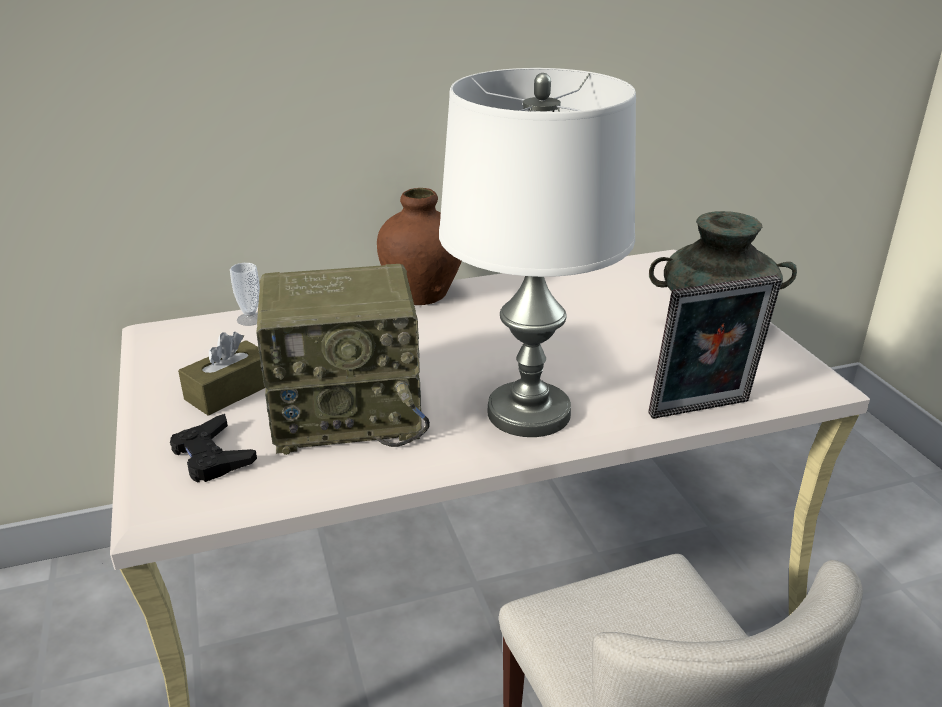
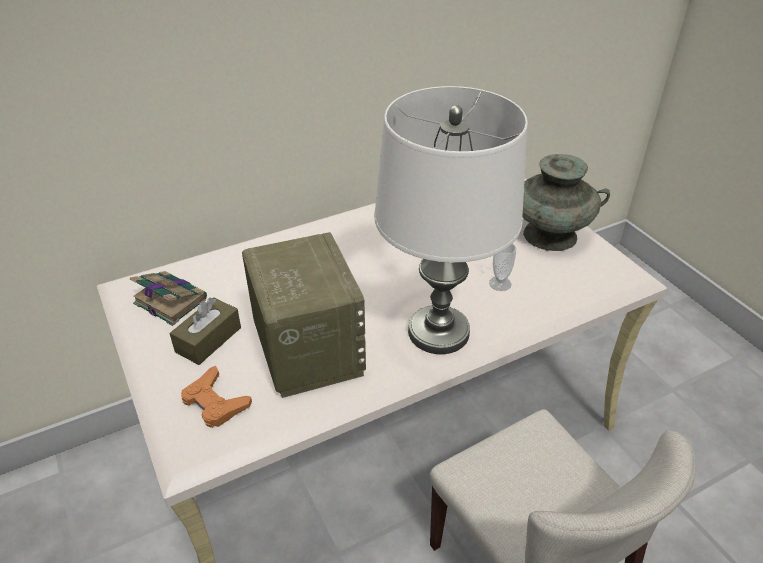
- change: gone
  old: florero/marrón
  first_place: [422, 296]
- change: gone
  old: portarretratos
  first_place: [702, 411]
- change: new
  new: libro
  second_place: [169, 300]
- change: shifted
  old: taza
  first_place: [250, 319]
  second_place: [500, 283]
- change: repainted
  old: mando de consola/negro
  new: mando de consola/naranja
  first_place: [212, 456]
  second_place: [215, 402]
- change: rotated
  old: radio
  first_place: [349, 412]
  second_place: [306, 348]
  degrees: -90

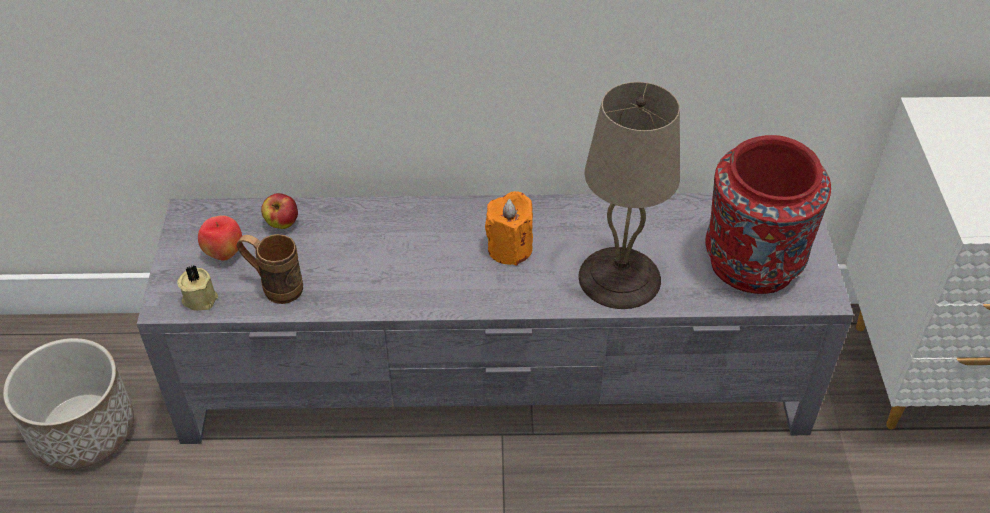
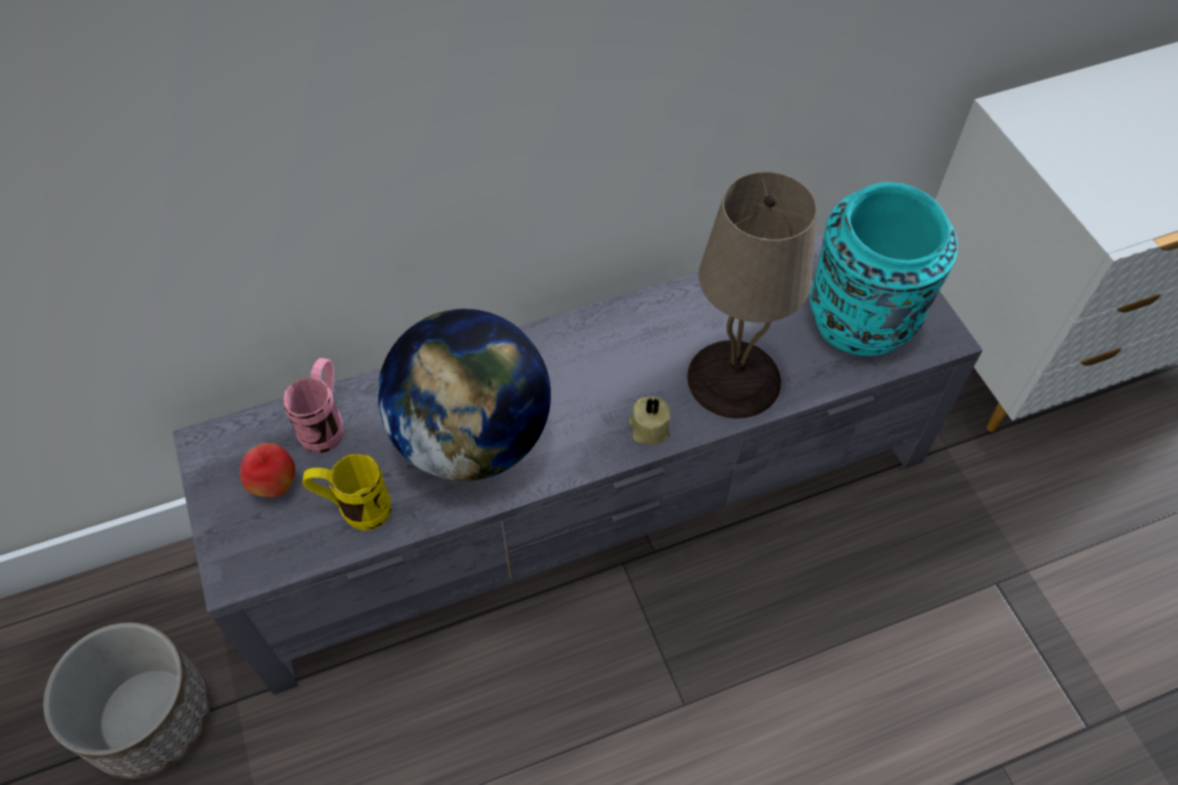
- change: gone
  old: vela/naranja
  first_place: [510, 248]
- change: new
  new: globo terráqueo
  second_place: [472, 438]
- change: shifted
  old: vela/beis
  first_place: [200, 298]
  second_place: [648, 428]
- change: swapped
  old: manzana
  new: taza grande/rosa
  first_place: [282, 223]
  second_place: [327, 424]
- change: repainted
  old: taza grande/marrón
  new: taza grande/amarillo
  first_place: [274, 286]
  second_place: [355, 509]
- change: repainted
  old: florero/rojo
  new: florero/turquesa
  first_place: [752, 265]
  second_place: [861, 322]

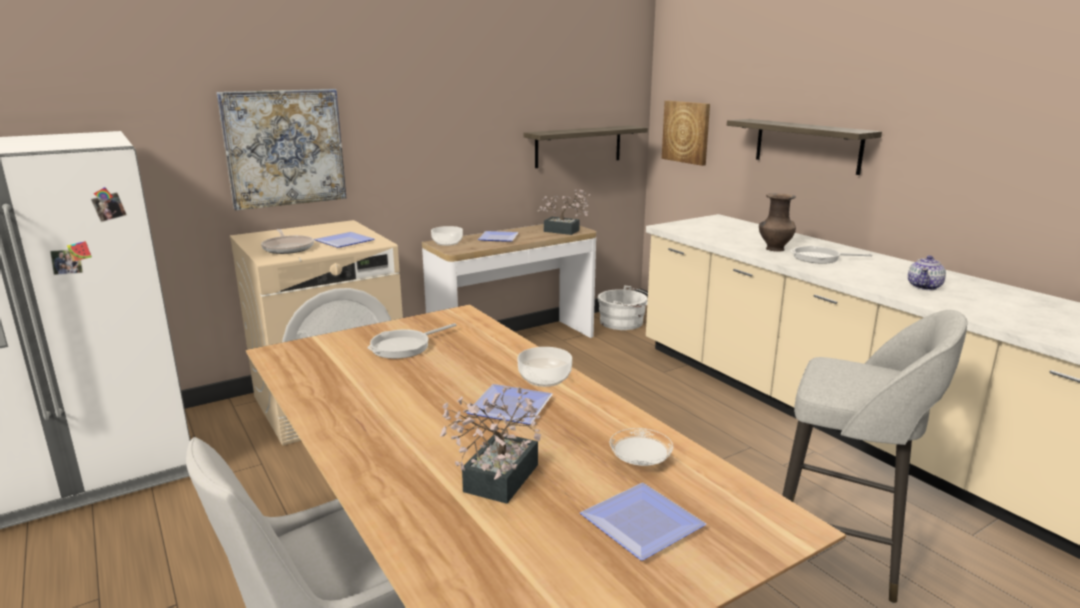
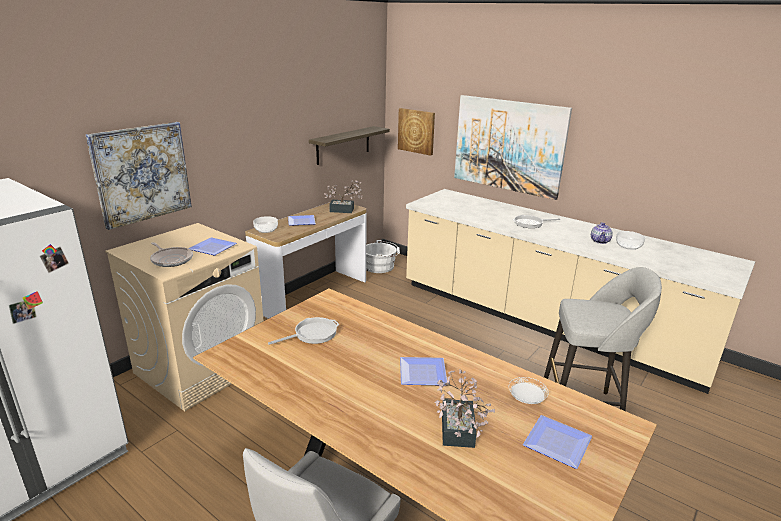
- change: gone
  old: florero/marrón
  first_place: [774, 249]
- change: shifted
  old: cuenco
  first_place: [545, 378]
  second_place: [628, 246]
- change: swapped
  old: estante
  new: cuadro
  first_place: [807, 145]
  second_place: [508, 145]
- change: rotated
  old: sartén
  first_place: [404, 346]
  second_place: [312, 334]
  degrees: -150

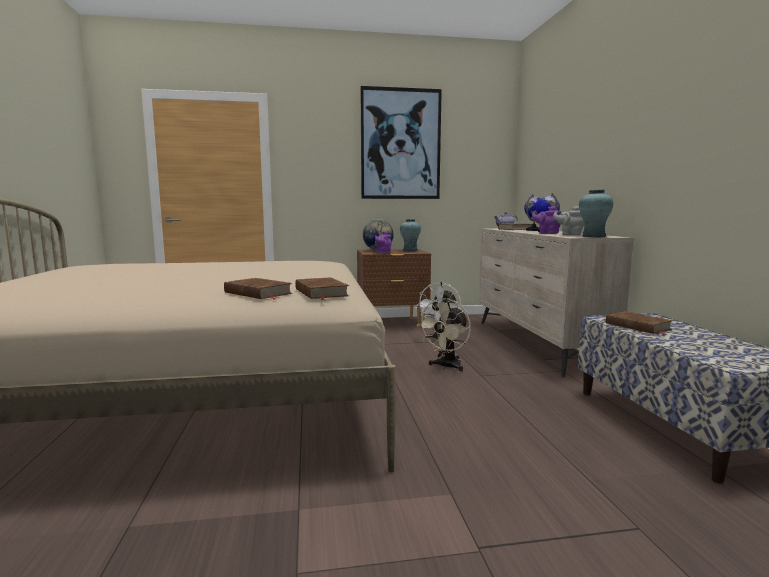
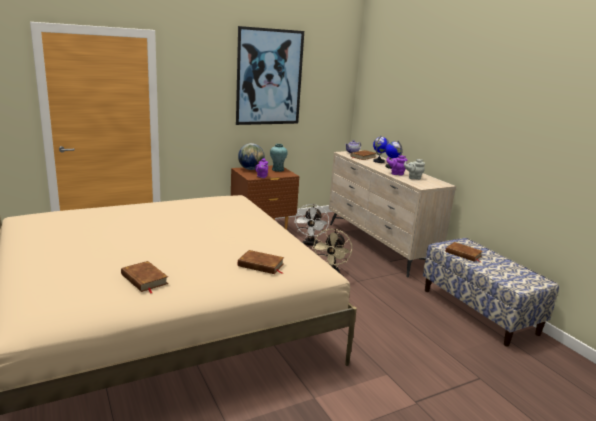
- change: gone
  old: florero/turquesa
  first_place: [593, 236]
- change: shifted
  old: libro/marrón
  first_place: [321, 293]
  second_place: [144, 279]

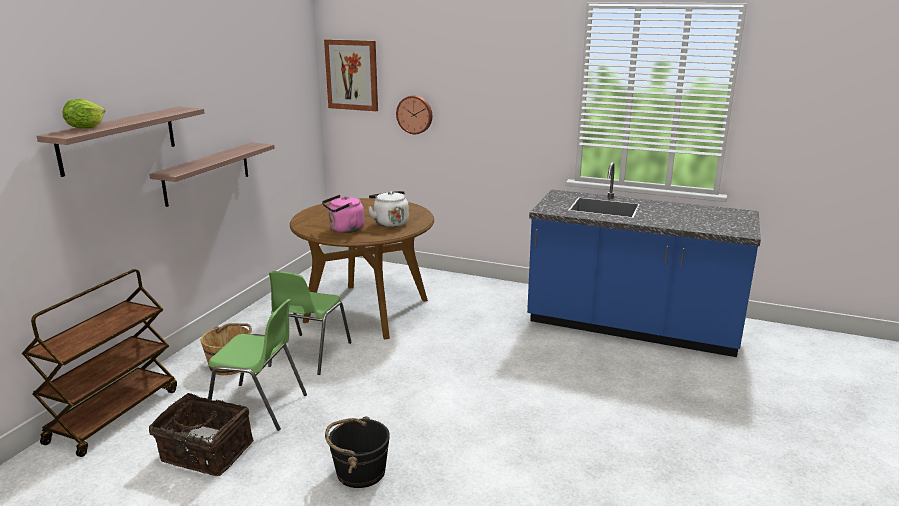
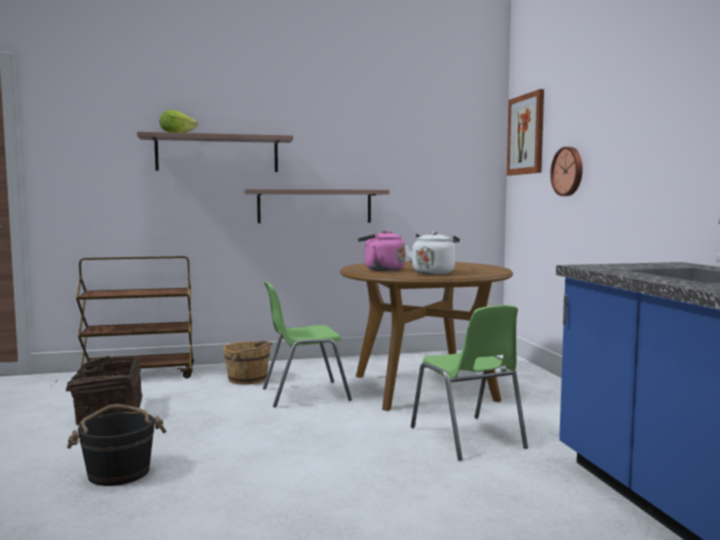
- change: shifted
  old: silla/verde
  first_place: [259, 407]
  second_place: [468, 438]

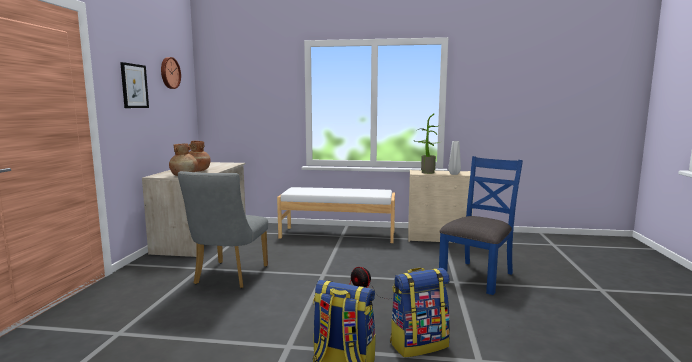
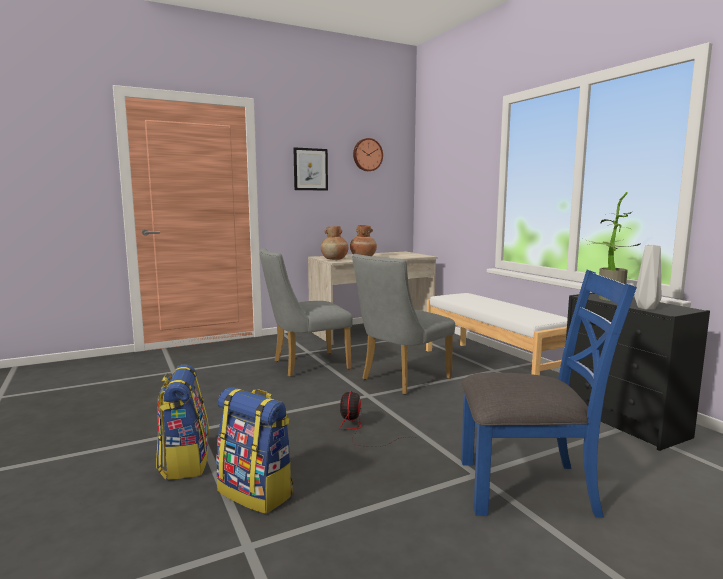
- change: new
  new: silla/gris
  second_place: [401, 380]
- change: repainted
  old: cómoda/beis
  new: cómoda/negro
  first_place: [439, 238]
  second_place: [624, 422]

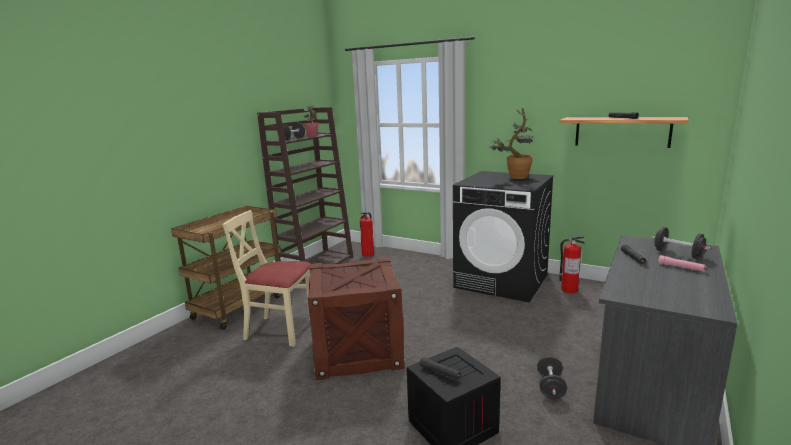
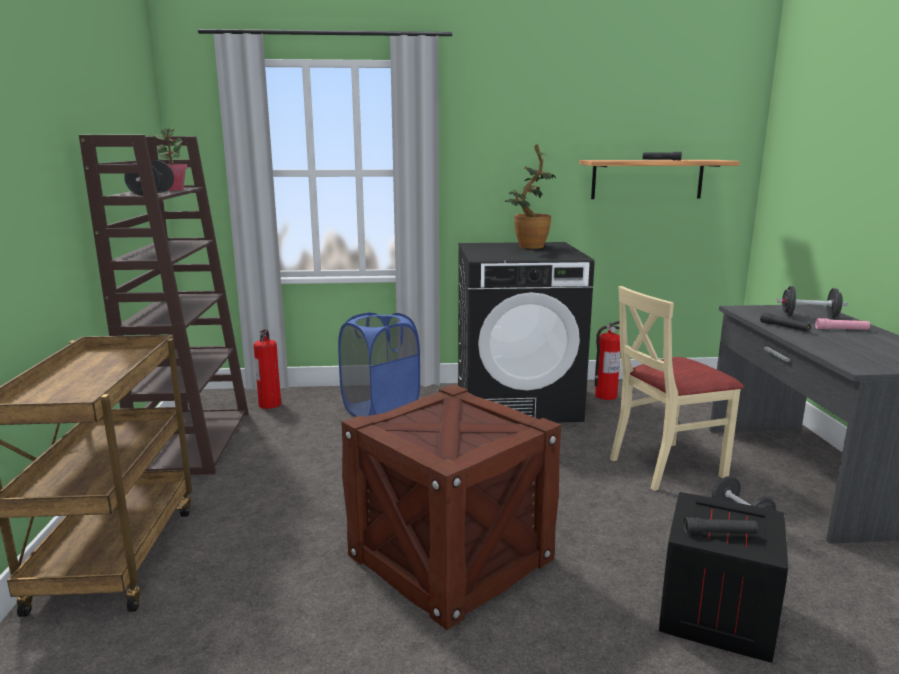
- change: new
  new: cesto de la ropa/azul
  second_place: [380, 410]
- change: shifted
  old: silla/beis
  first_place: [280, 330]
  second_place: [665, 466]

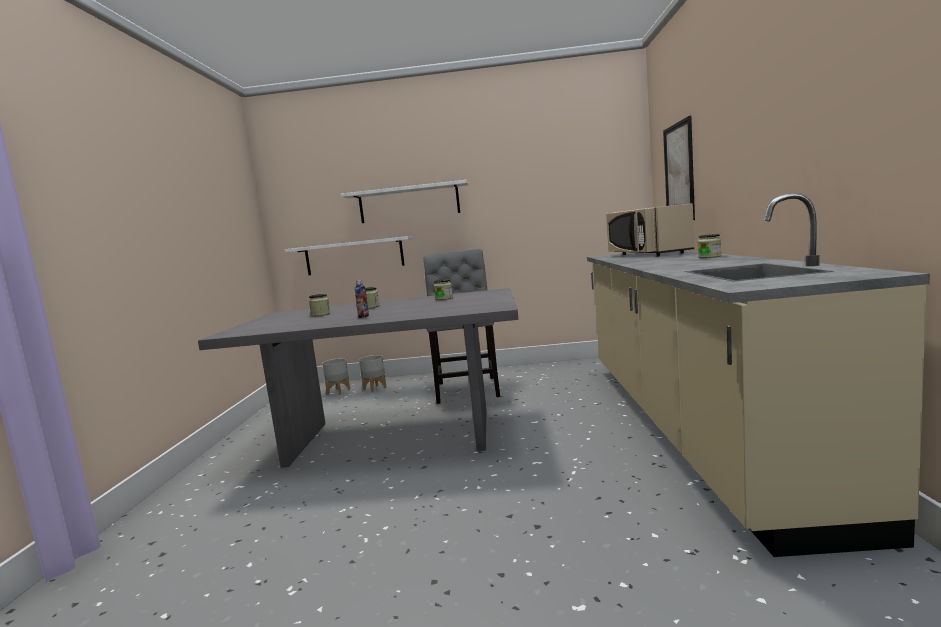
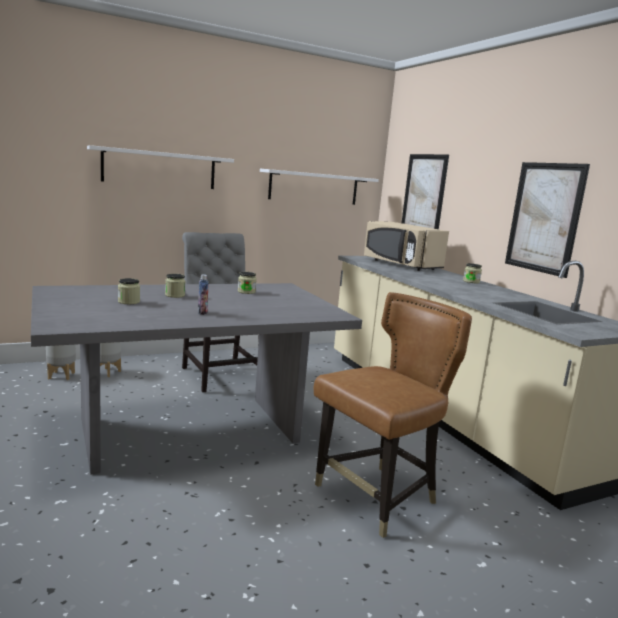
- change: new
  new: silla/marrón
  second_place: [377, 497]
- change: new
  new: cuadro
  second_place: [544, 217]
- change: shifted
  old: estante/blanco
  first_place: [354, 256]
  second_place: [314, 187]

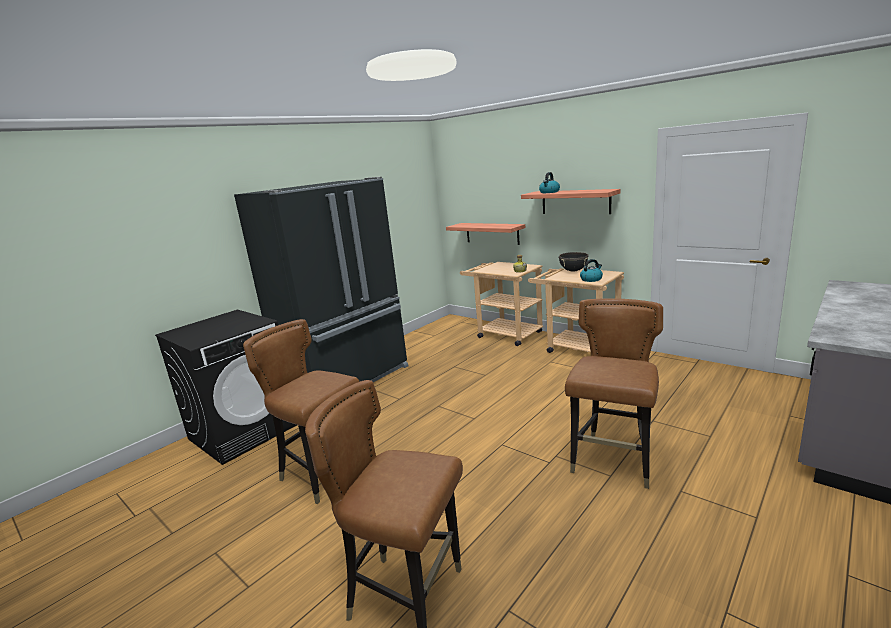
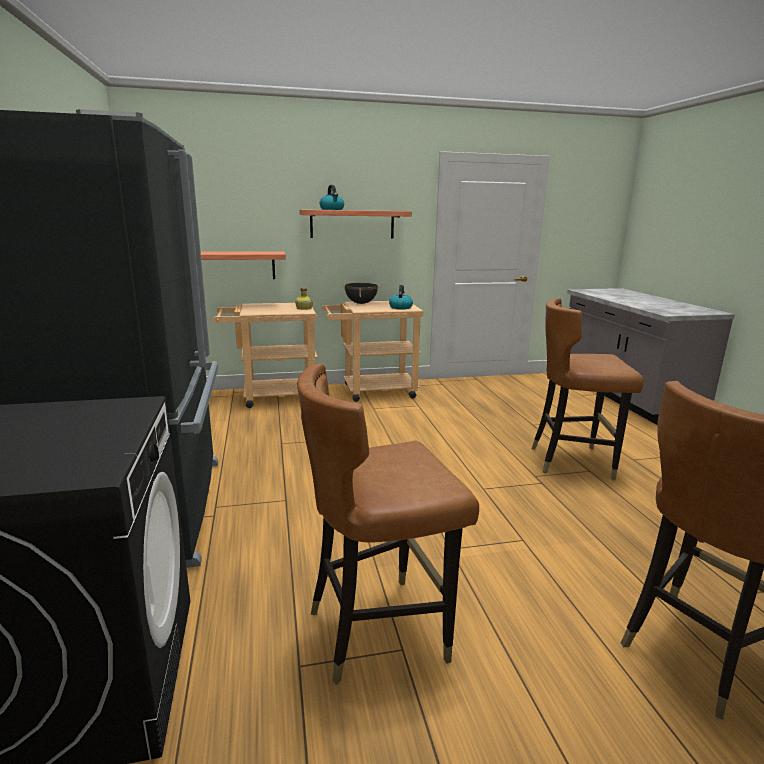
- change: rotated
  old: silla/marrón
  first_place: [613, 462]
  second_place: [572, 461]
  degrees: -60

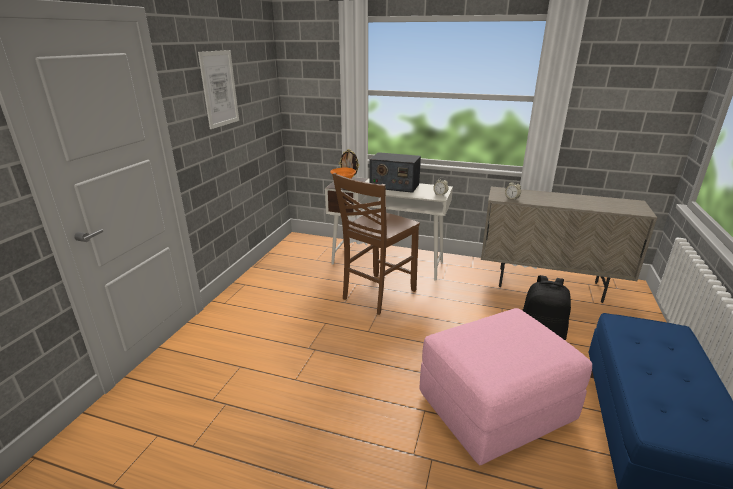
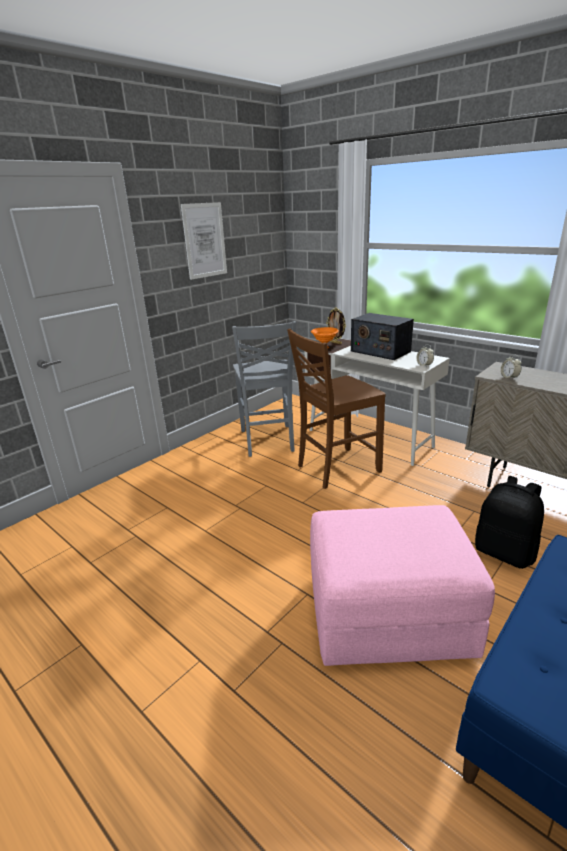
- change: new
  new: silla/gris
  second_place: [267, 441]

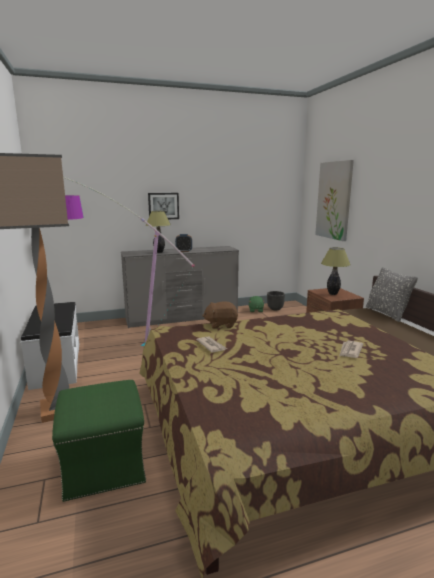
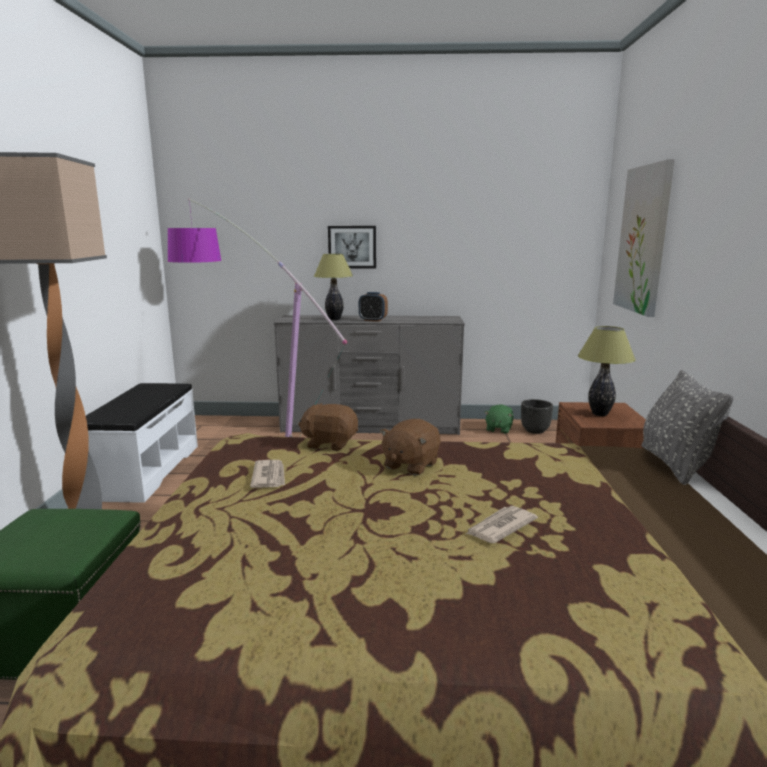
- change: new
  new: peluche/marrón
  second_place: [410, 465]

